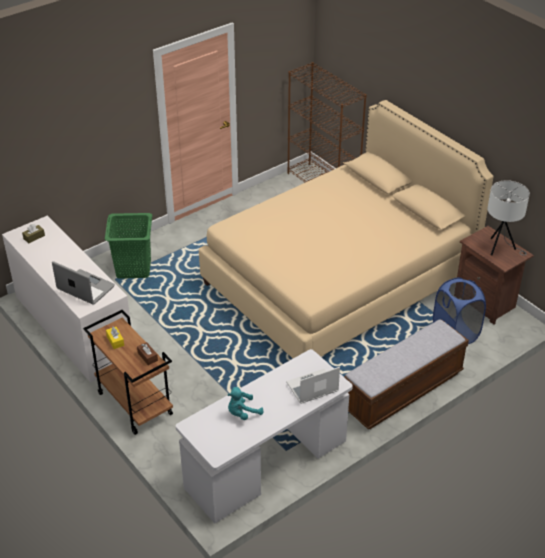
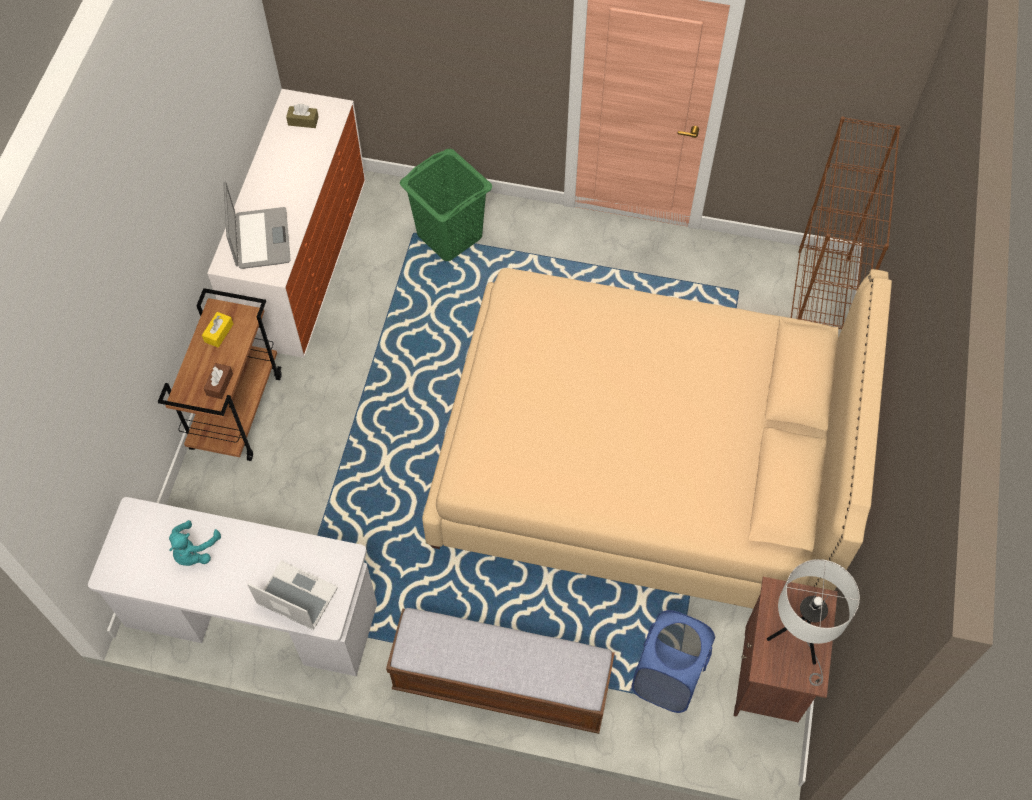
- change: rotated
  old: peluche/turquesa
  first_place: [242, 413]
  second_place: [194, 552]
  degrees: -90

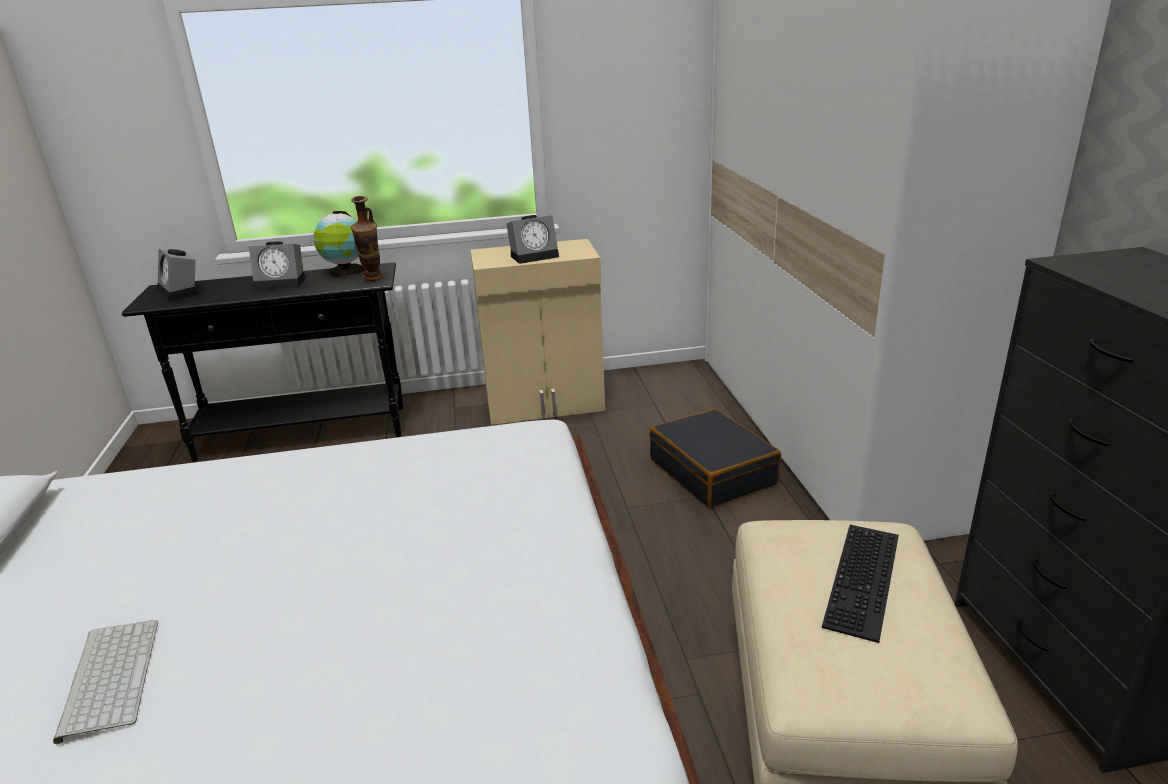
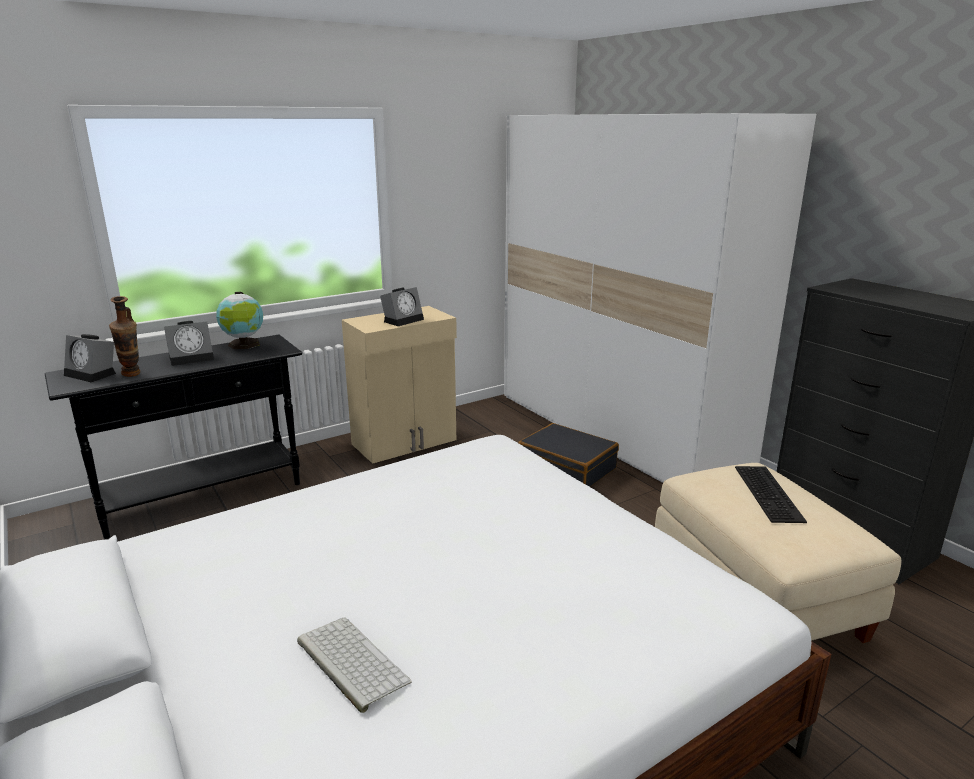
- change: shifted
  old: florero
  first_place: [373, 280]
  second_place: [132, 376]

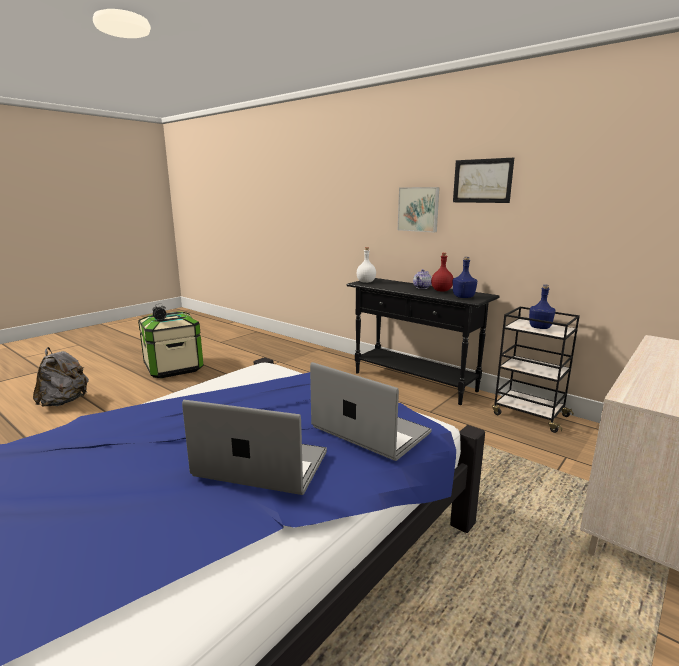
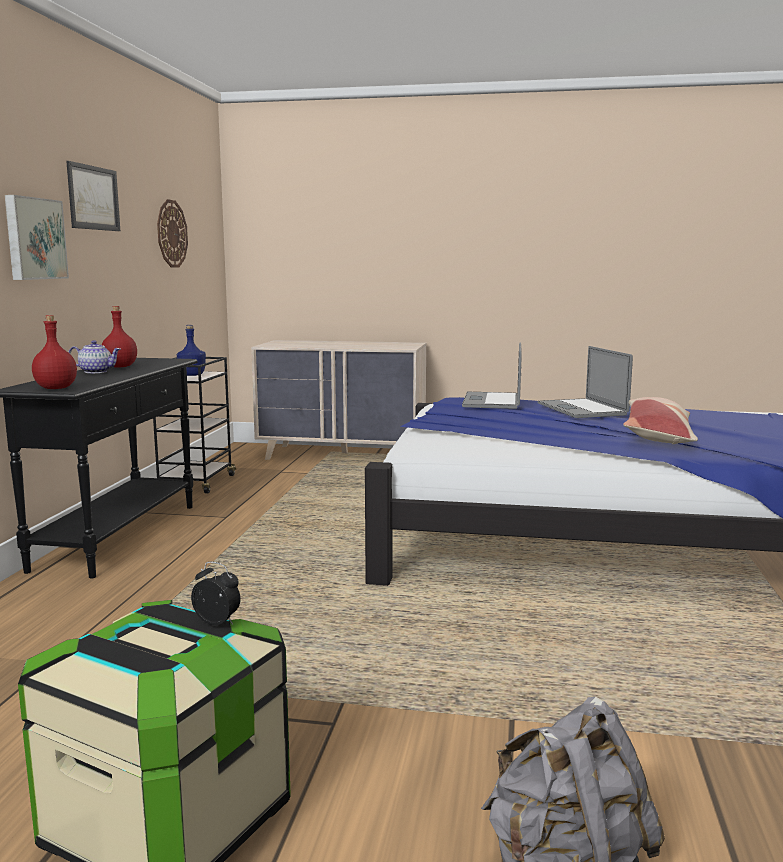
- change: gone
  old: botella/azul
  first_place: [463, 297]
- change: new
  new: reloj de pared
  second_place: [171, 234]
- change: new
  new: cojín
  second_place: [658, 435]
- change: repainted
  old: botella/blanco
  new: botella/rojo
  first_place: [366, 282]
  second_place: [56, 388]

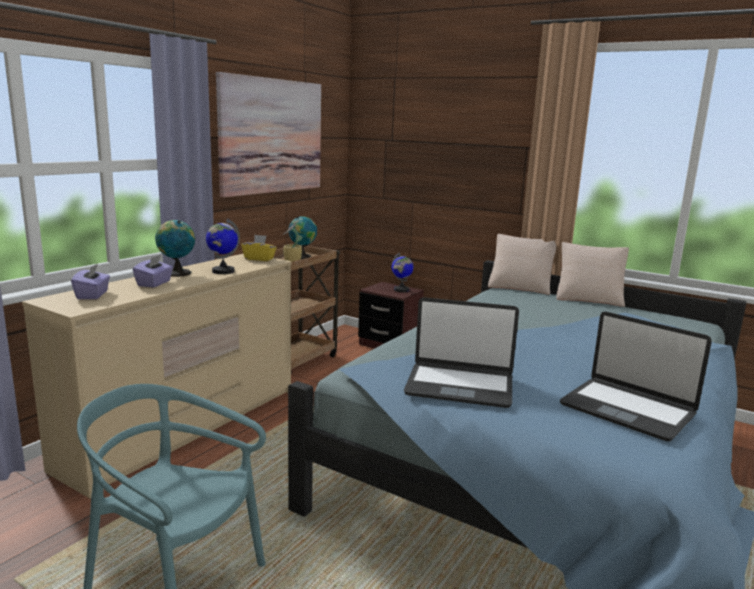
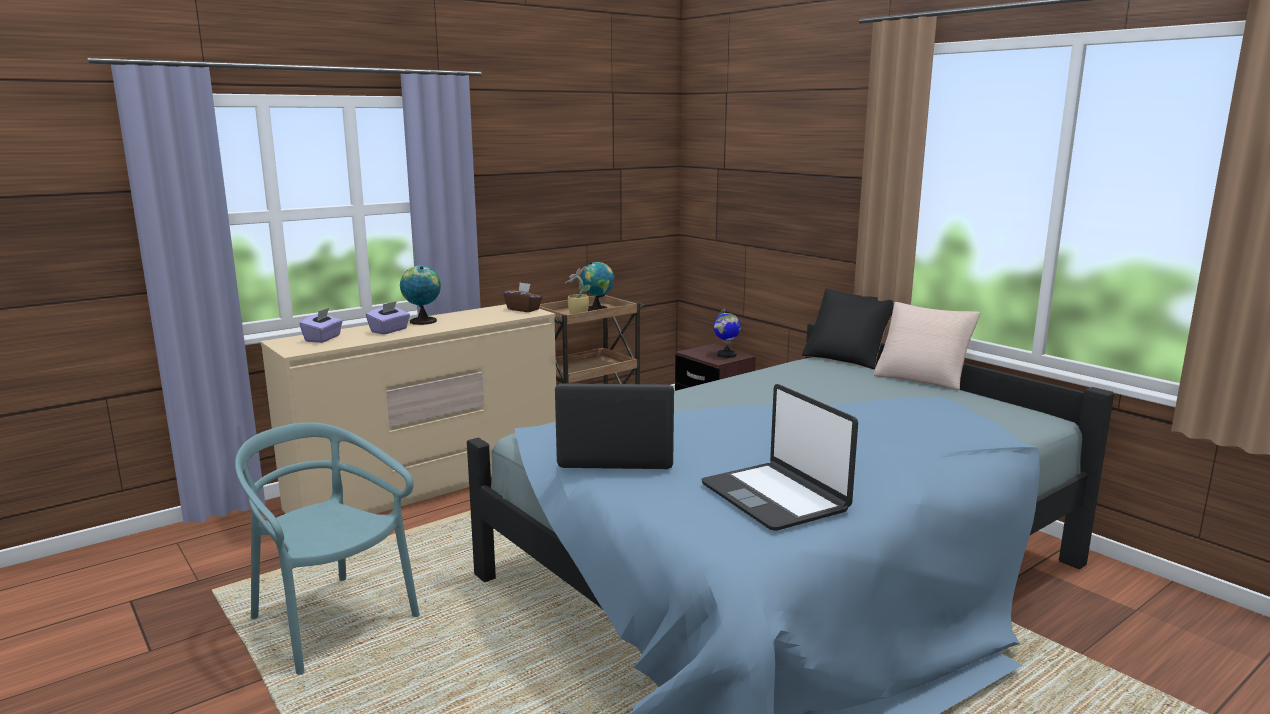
- change: gone
  old: globo terráqueo
  first_place: [223, 271]
- change: gone
  old: cuadro
  first_place: [272, 136]
- change: repainted
  old: caja de pañuelos/amarillo
  new: caja de pañuelos/marrón
  first_place: [259, 259]
  second_place: [523, 309]
- change: repainted
  old: cojín/beis
  new: cojín/negro
  first_place: [520, 287]
  second_place: [847, 358]
- change: rotated
  old: portátil
  first_place: [459, 386]
  second_place: [616, 455]
  degrees: 150

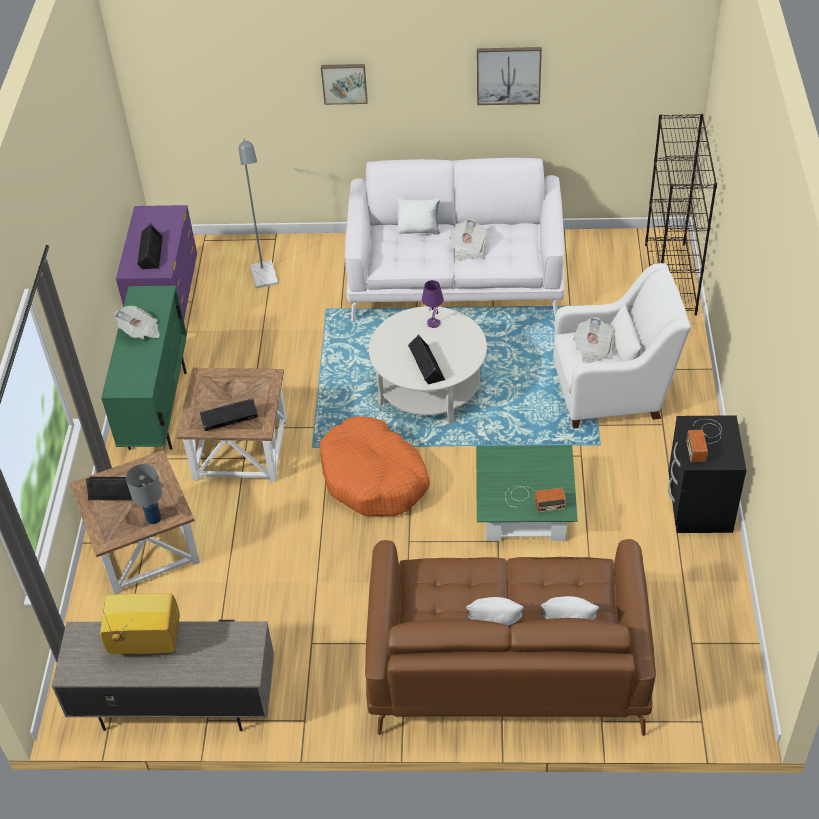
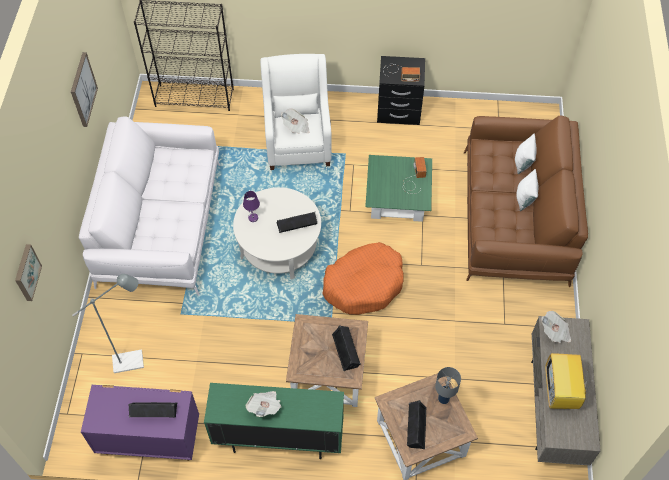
- change: gone
  old: cojín/blanco
  first_place: [419, 230]
- change: shifted
  old: cuadro
  first_place: [344, 83]
  second_place: [26, 272]
- change: shifted
  old: periódico
  first_place: [467, 249]
  second_place: [555, 332]

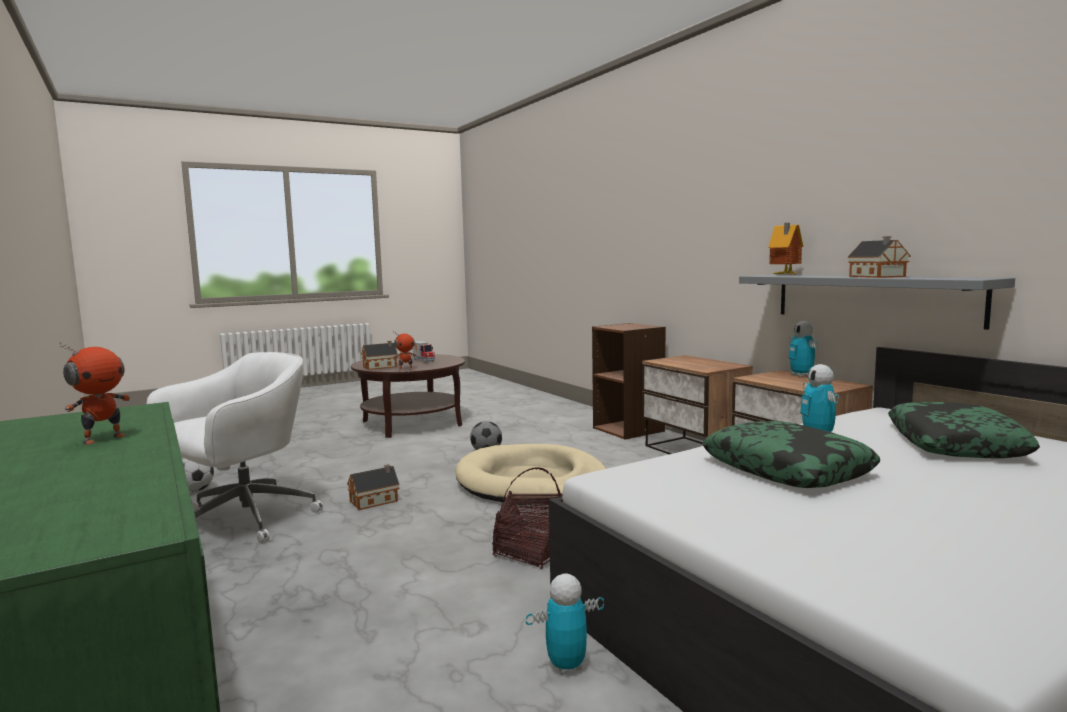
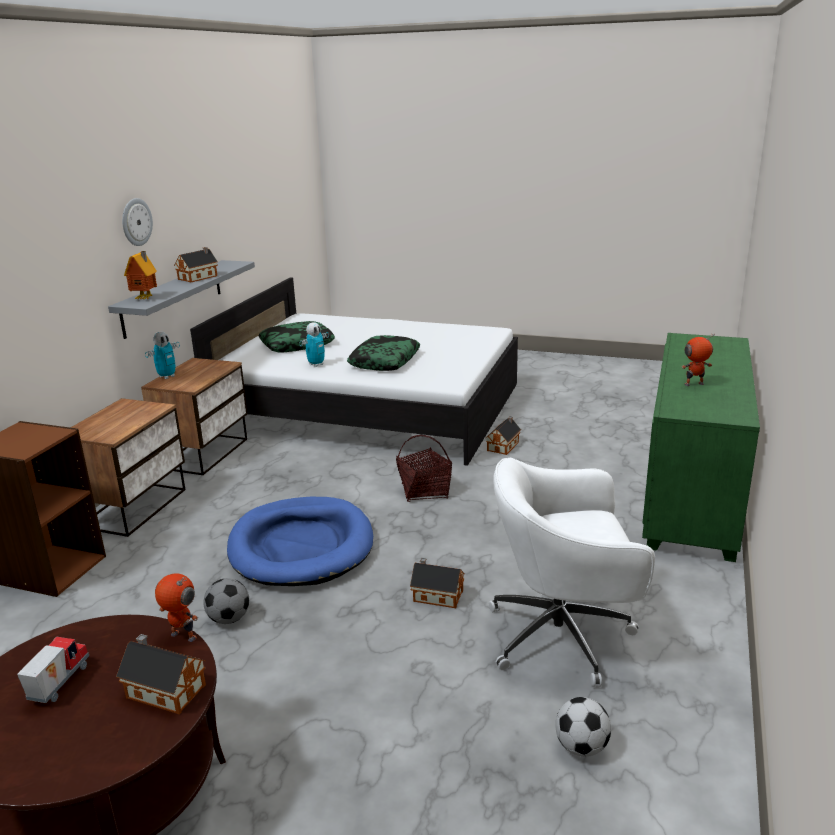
- change: new
  new: reloj de pared
  second_place: [136, 222]
- change: swapped
  old: robot de juguete
  new: casita
  first_place: [566, 666]
  second_place: [504, 446]
- change: repainted
  old: cama para perro/beis
  new: cama para perro/azul
  first_place: [531, 482]
  second_place: [301, 546]

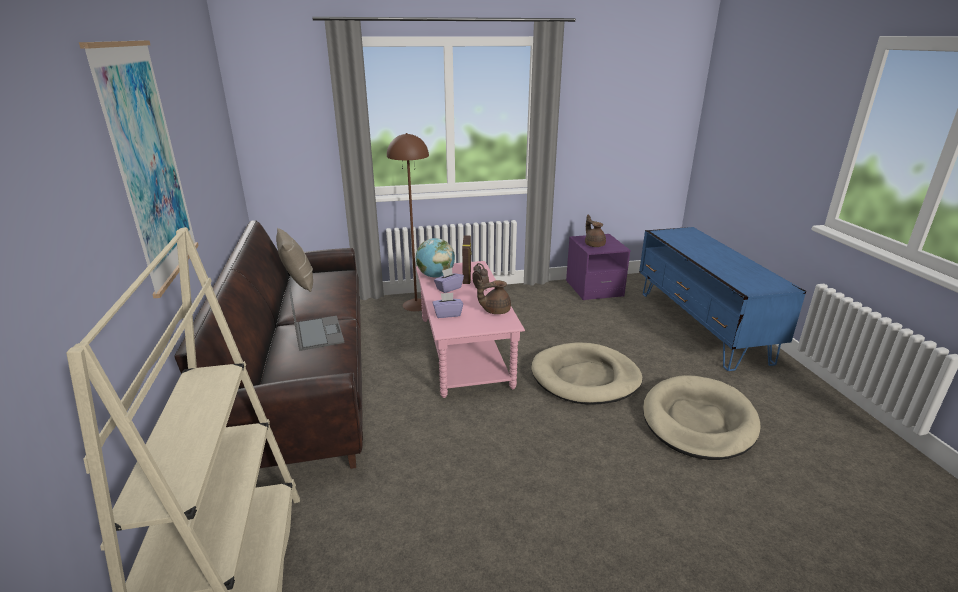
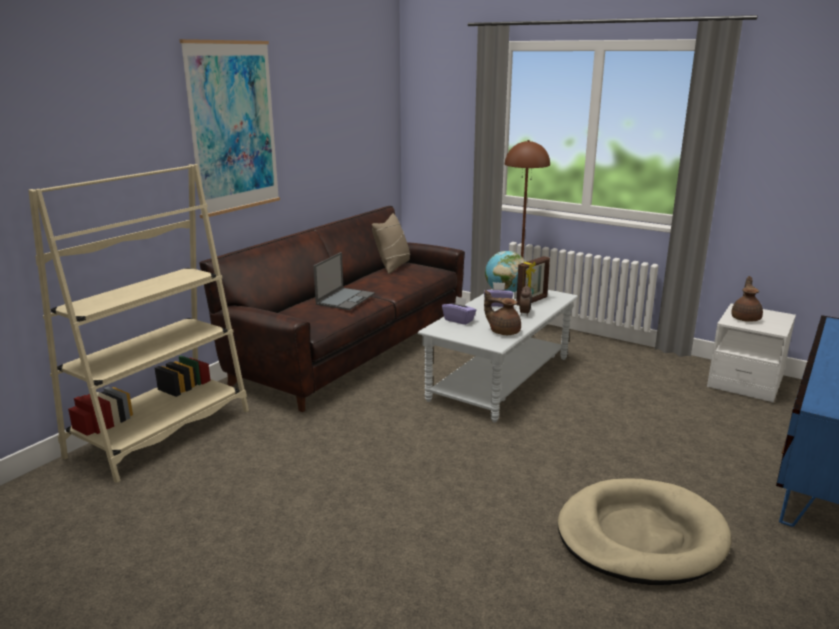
- change: gone
  old: cama para perro/beis
  first_place: [585, 377]
- change: repainted
  old: mesa de centro/rosa
  new: mesa de centro/gris
  first_place: [464, 351]
  second_place: [500, 379]
- change: repainted
  old: mesita de noche/morado
  new: mesita de noche/blanco
  first_place: [594, 289]
  second_place: [745, 382]

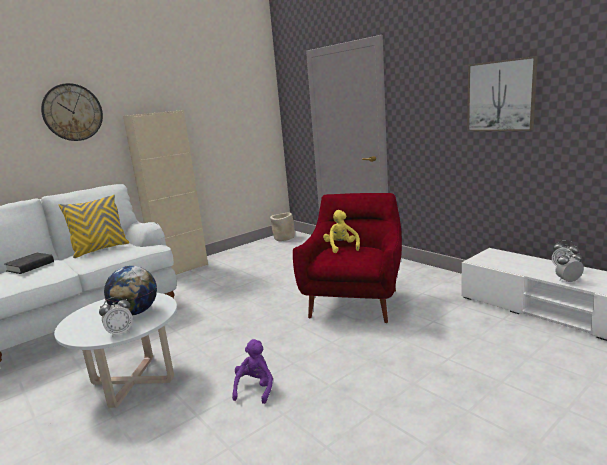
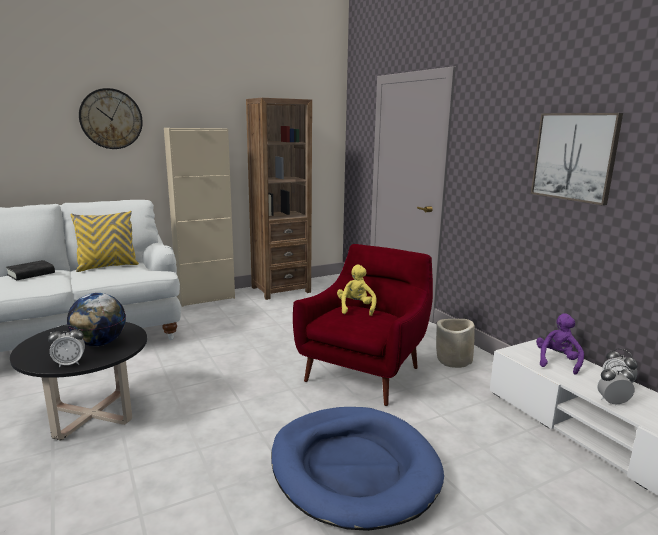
- change: new
  new: estantería/marrón
  second_place: [281, 289]
- change: new
  new: cama para perro/azul
  second_place: [353, 468]
- change: shifted
  old: peluche/morado
  first_place: [255, 388]
  second_place: [557, 362]
- change: shifted
  old: maceta/beis
  first_place: [284, 238]
  second_place: [453, 360]
- change: repainted
  old: mesa de centro/blanco
  new: mesa de centro/negro
  first_place: [132, 381]
  second_place: [91, 415]

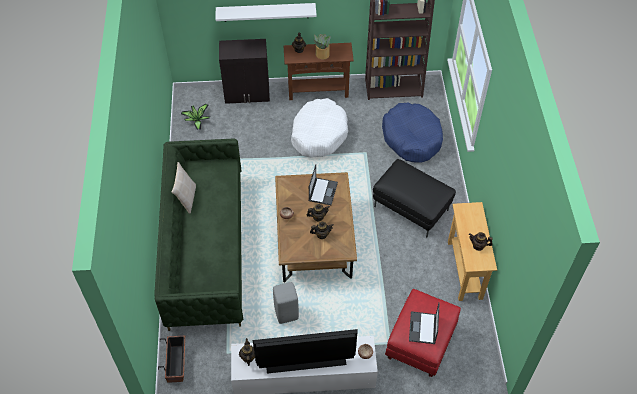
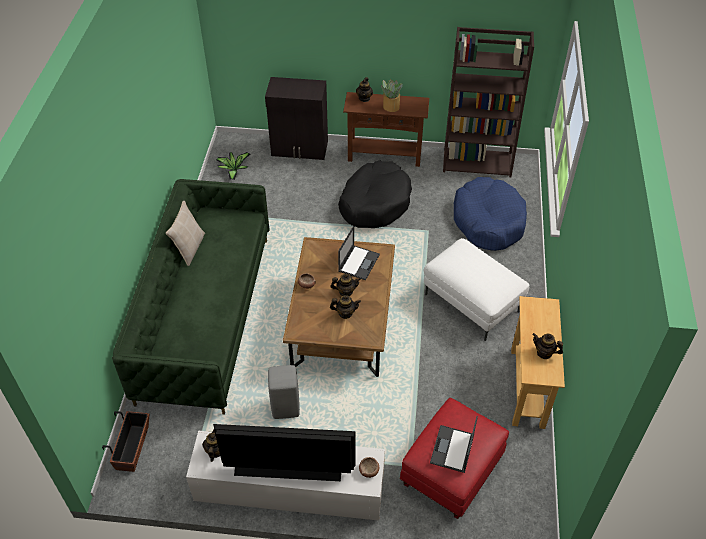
- change: gone
  old: estante/blanco
  first_place: [266, 12]
- change: repainted
  old: cama para perro/blanco
  new: cama para perro/negro
  first_place: [319, 134]
  second_place: [374, 203]
- change: repainted
  old: puf/negro
  new: puf/blanco
  first_place: [411, 208]
  second_place: [472, 303]

